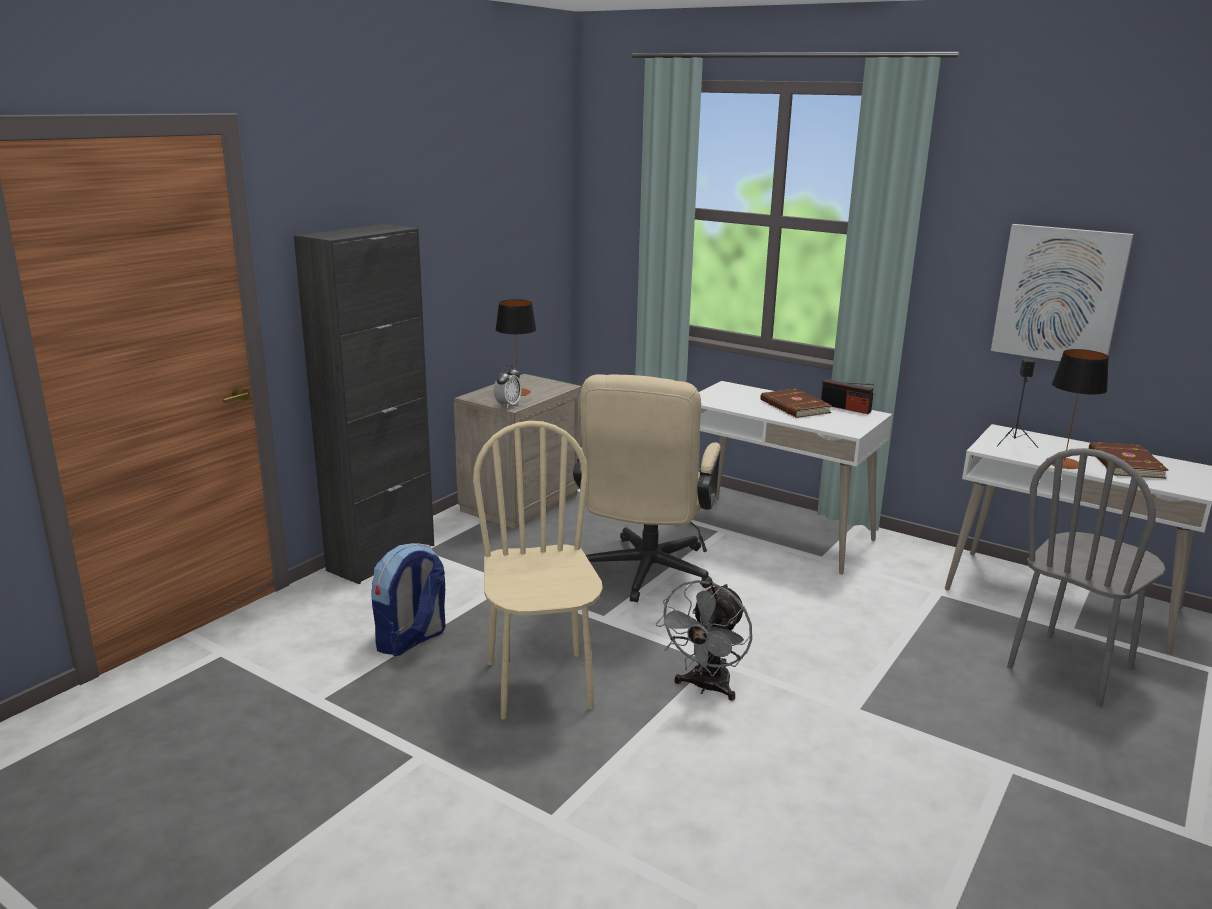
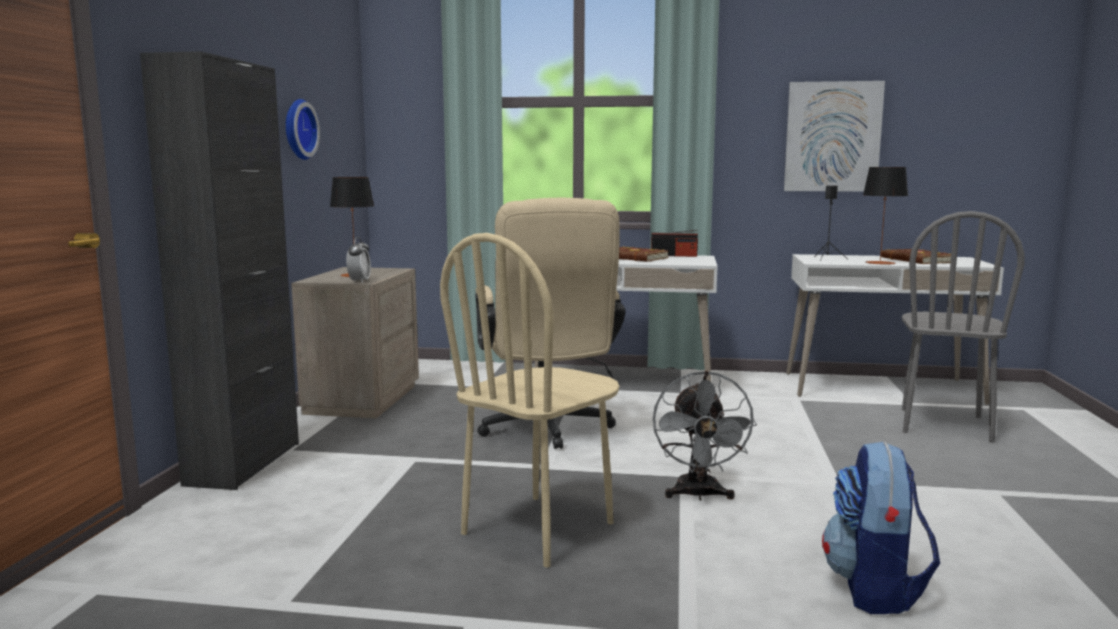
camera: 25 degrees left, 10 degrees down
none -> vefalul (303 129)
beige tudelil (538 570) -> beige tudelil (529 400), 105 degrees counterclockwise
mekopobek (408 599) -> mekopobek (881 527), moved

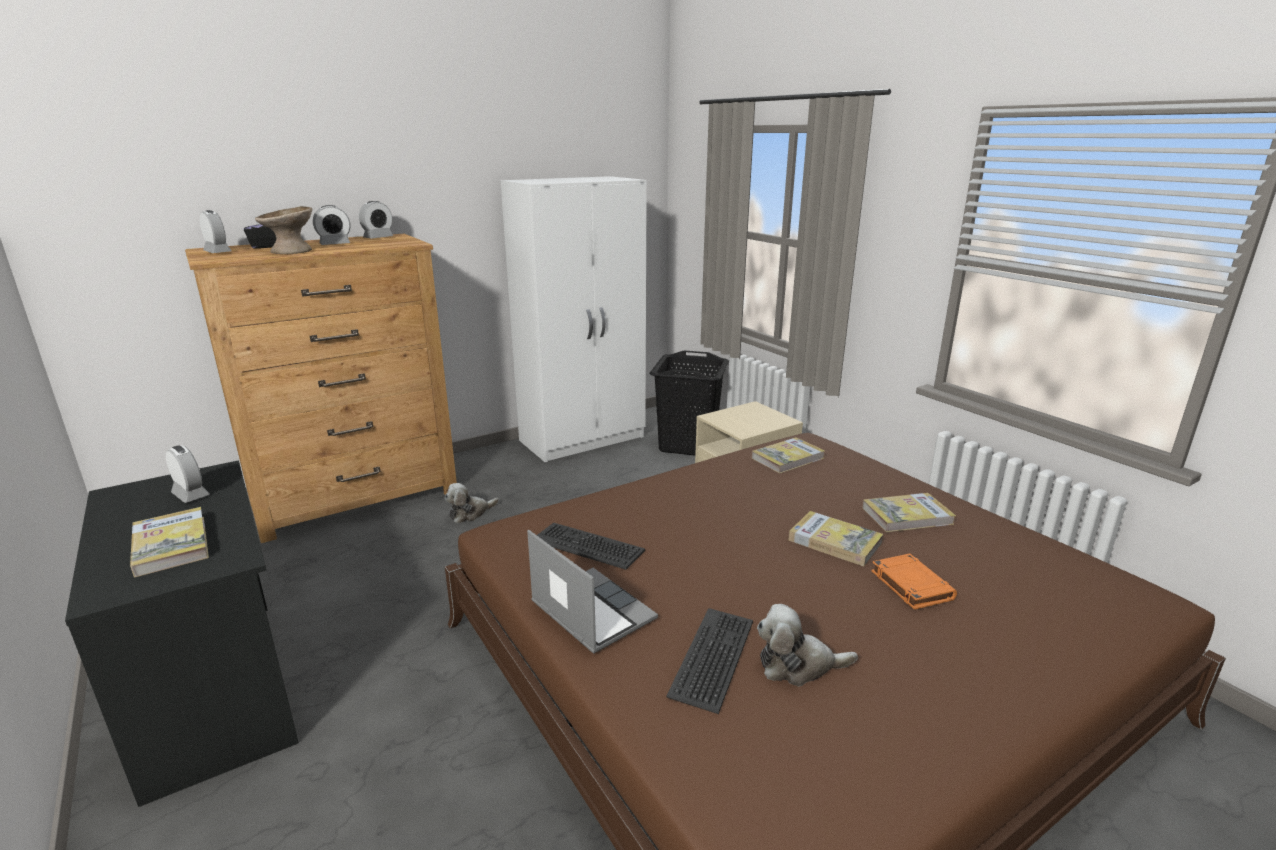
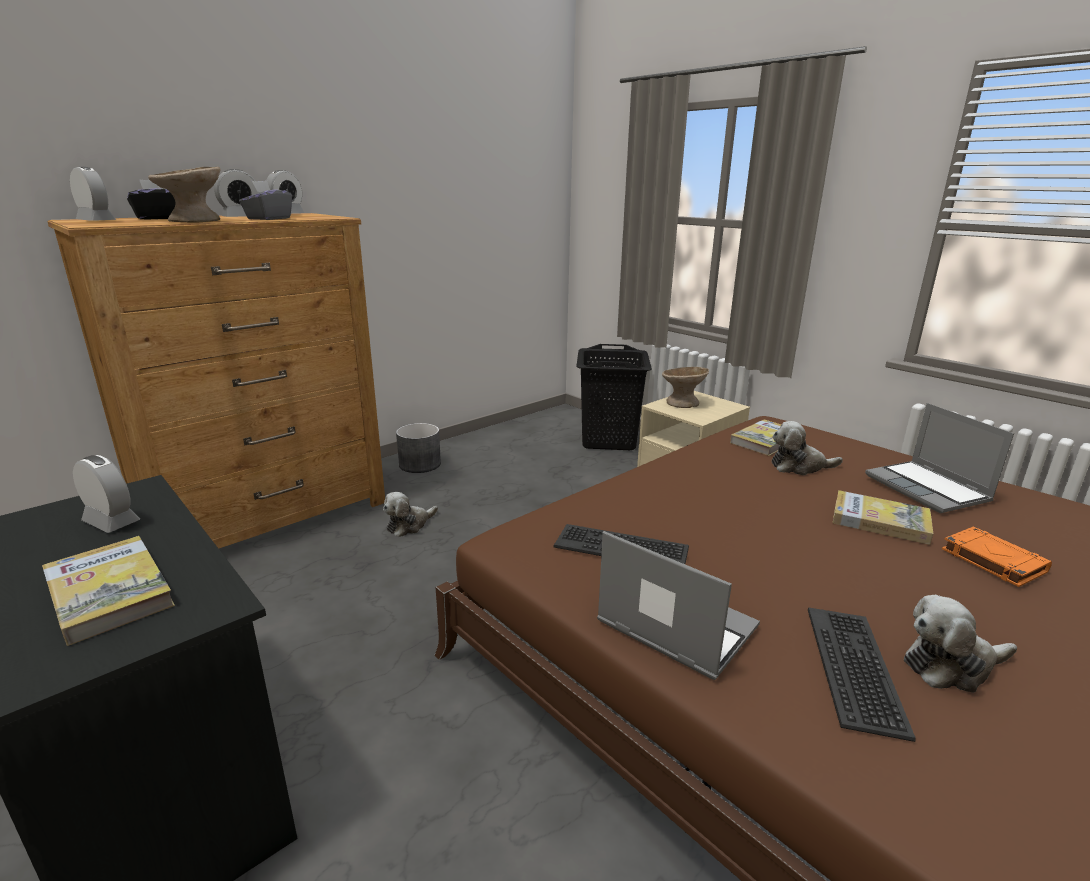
camera: 10 degrees left, 0 degrees up
none -> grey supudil (265 200)
none -> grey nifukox (418 448)
none -> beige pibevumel (685 387)
none -> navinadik (807 448)
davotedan (909 512) -> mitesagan (939 458)
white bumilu (574 319) -> none

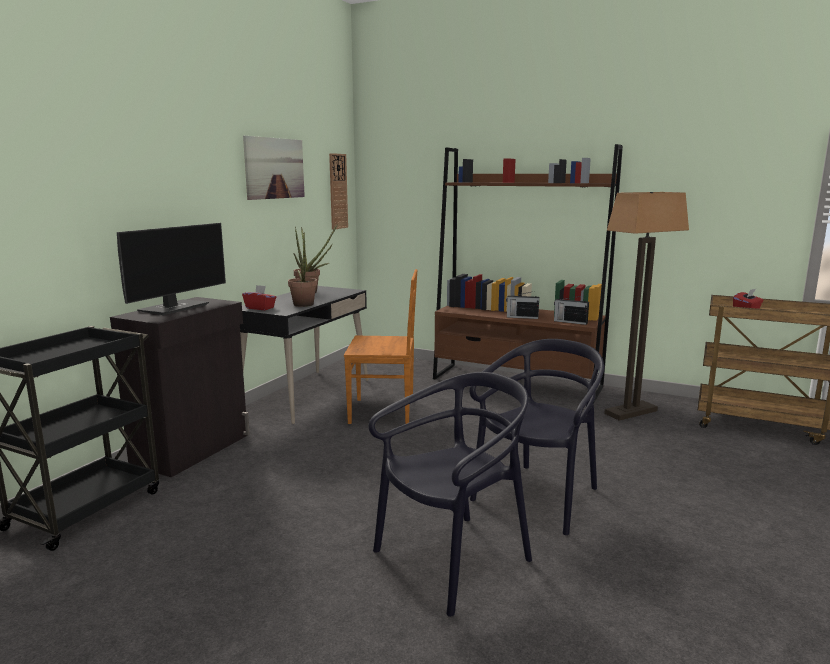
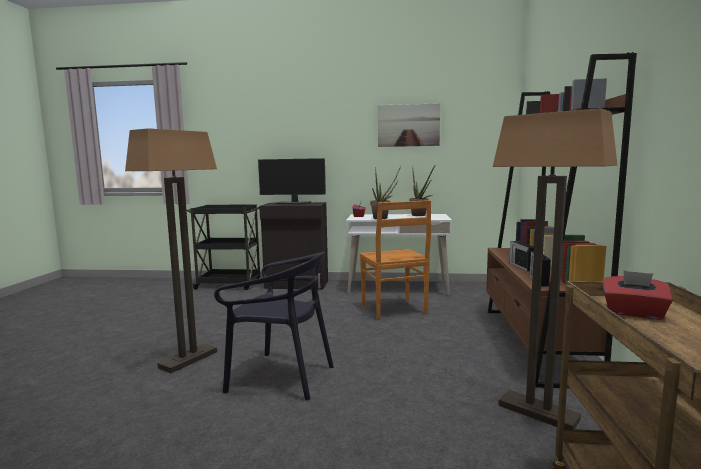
camera: 70 degrees right, 5 degrees down
black tudelil (450 494) -> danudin (171 250)
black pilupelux (304 355) -> white pilupelux (399 255)
vefalul (338 191) -> none

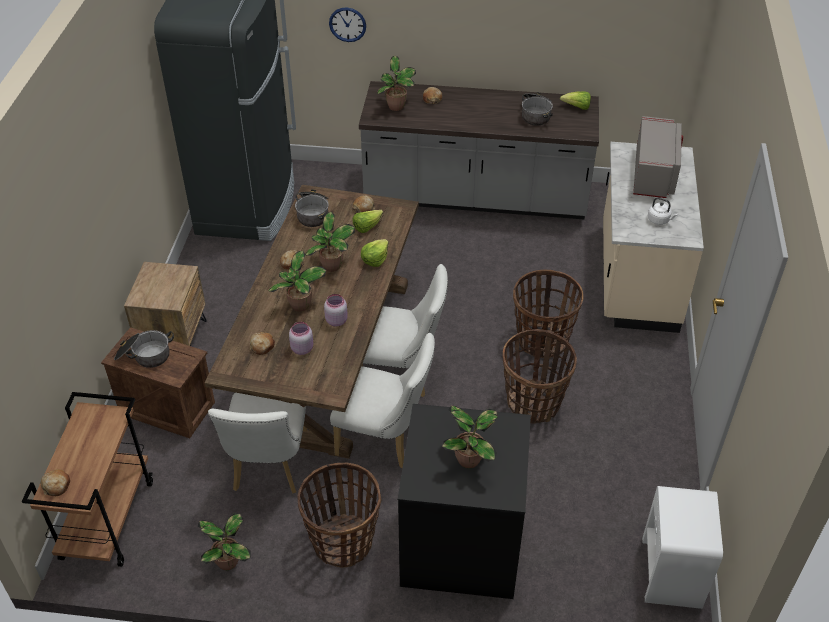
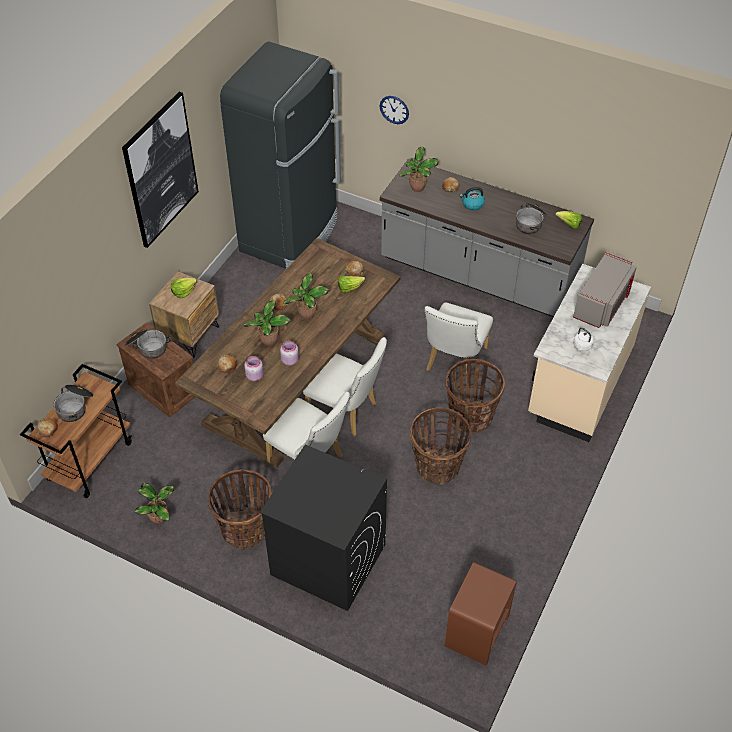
camera: 20 degrees right, 5 degrees up
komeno (312 208) -> komeno (73 403), moved
none -> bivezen (160 170)
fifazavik (375 253) -> fifazavik (184 288), moved
white tudelil (257 443) -> white tudelil (459 341), moved
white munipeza (682 547) -> brown munipeza (481 613)
none -> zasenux (472 198)
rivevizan (470 436) -> none

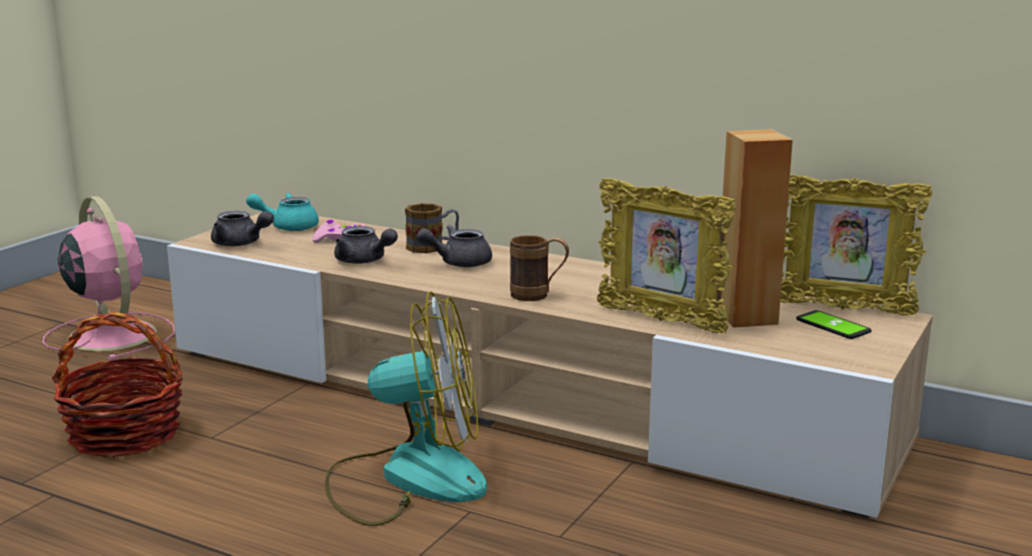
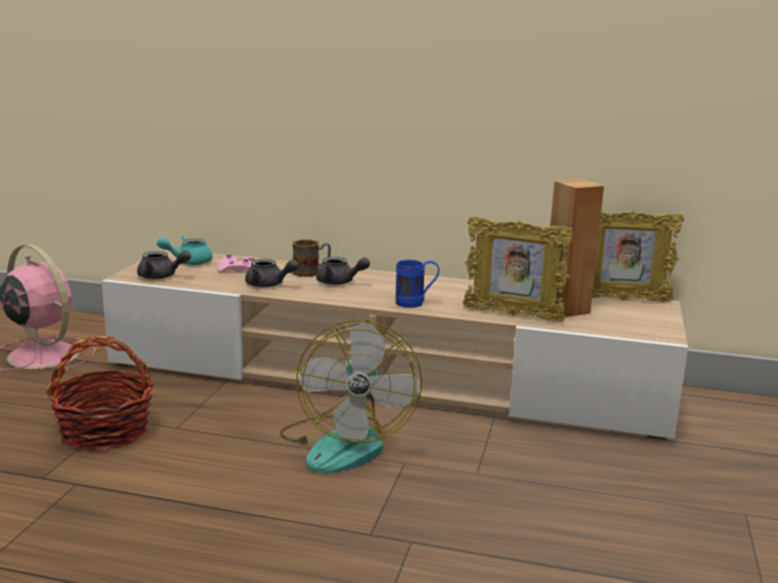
camera: 15 degrees left, 0 degrees up
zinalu (406 408) -> zinalu (351 396), 105 degrees clockwise
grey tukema (454 246) -> grey tukema (343 271), 120 degrees counterclockwise
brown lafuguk (539 268) -> blue lafuguk (417 284)
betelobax (833 324) -> none

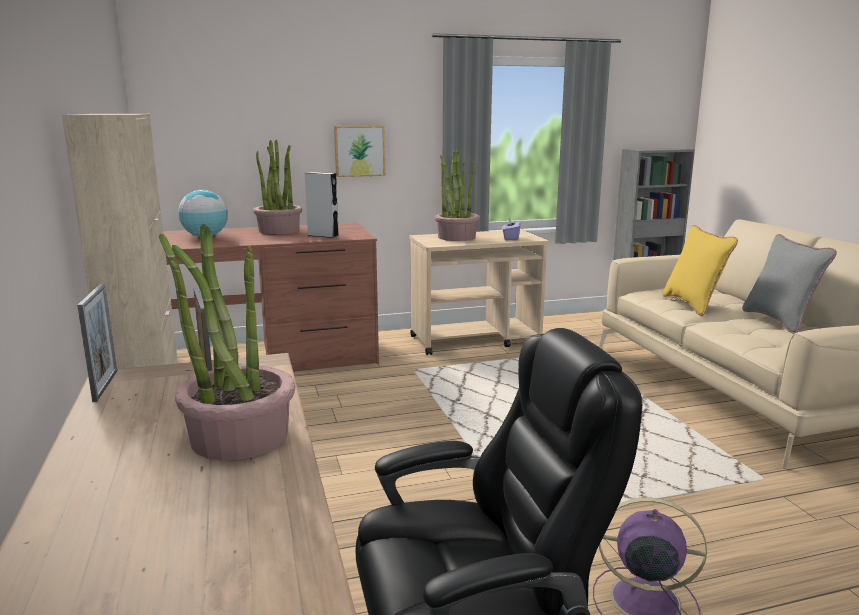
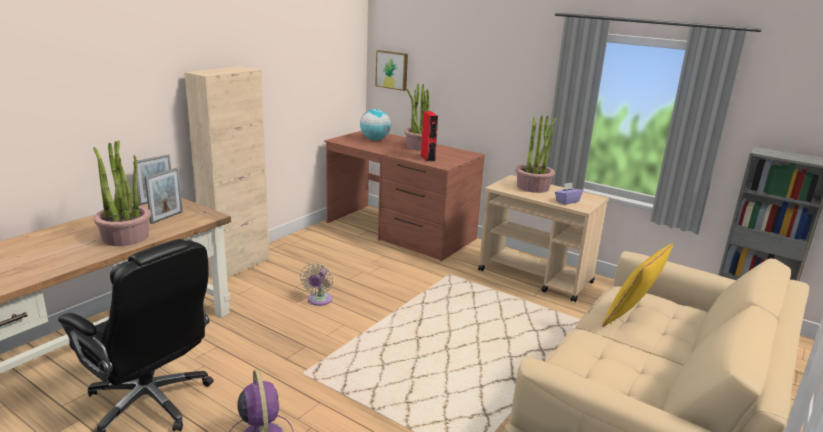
camera: 50 degrees right, 5 degrees up
none -> beige zinalu (316 284)
bivezen (359 151) -> bivezen (391 70), moved
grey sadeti (322 205) -> red sadeti (429 136)
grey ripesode (789 284) -> none

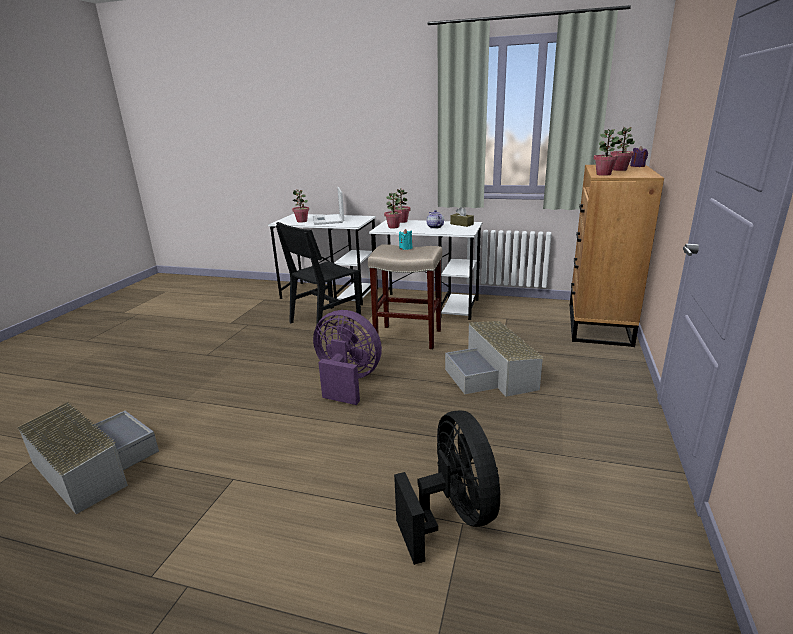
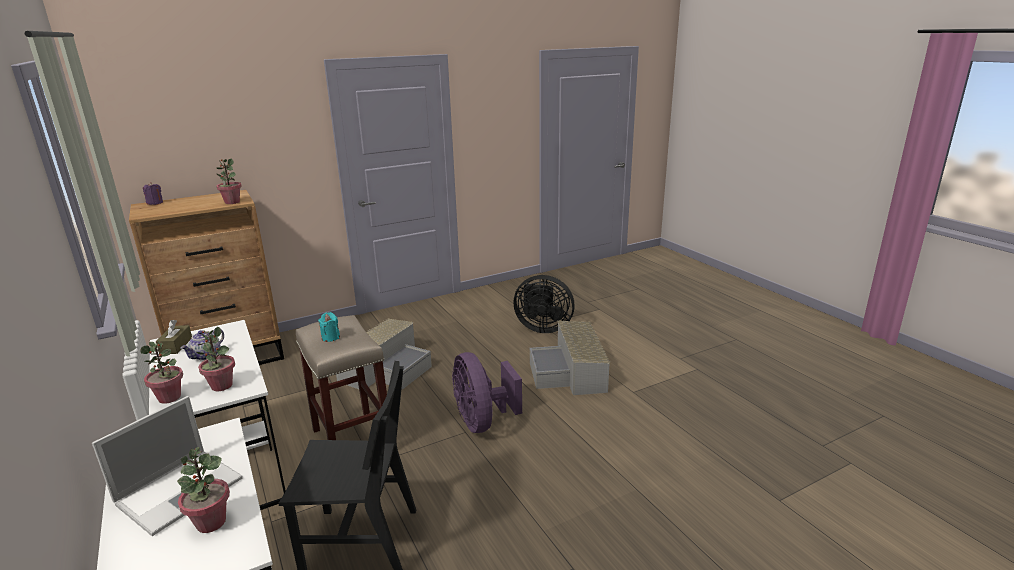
camera: 135 degrees left, 0 degrees up
black zinalu (447 487) -> black zinalu (544 304), 105 degrees counterclockwise
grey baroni (88 458) -> grey baroni (570 358), moved
rivevizan (622 149) -> none

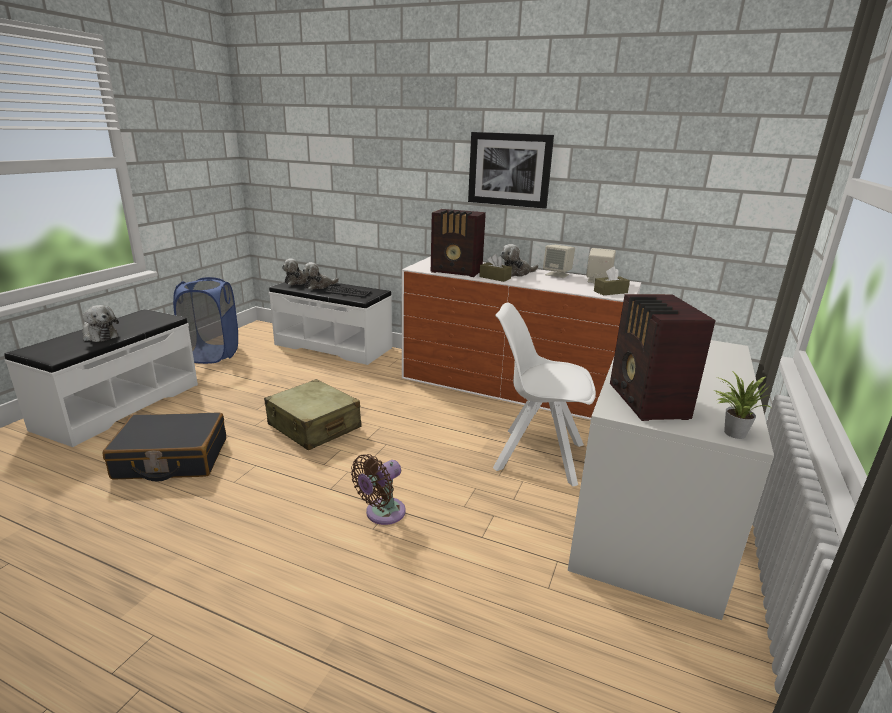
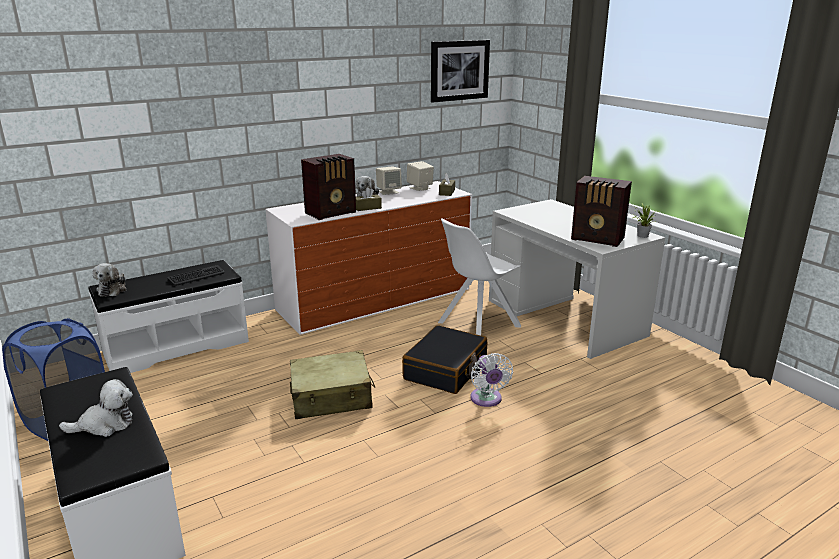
camera: 55 degrees left, 0 degrees up
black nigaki (164 447) -> black nigaki (444 359), moved
bivezen (511 170) -> bivezen (460 71), moved
brown zinalu (378 489) -> white zinalu (491 380)
navinadik (320 276) -> none

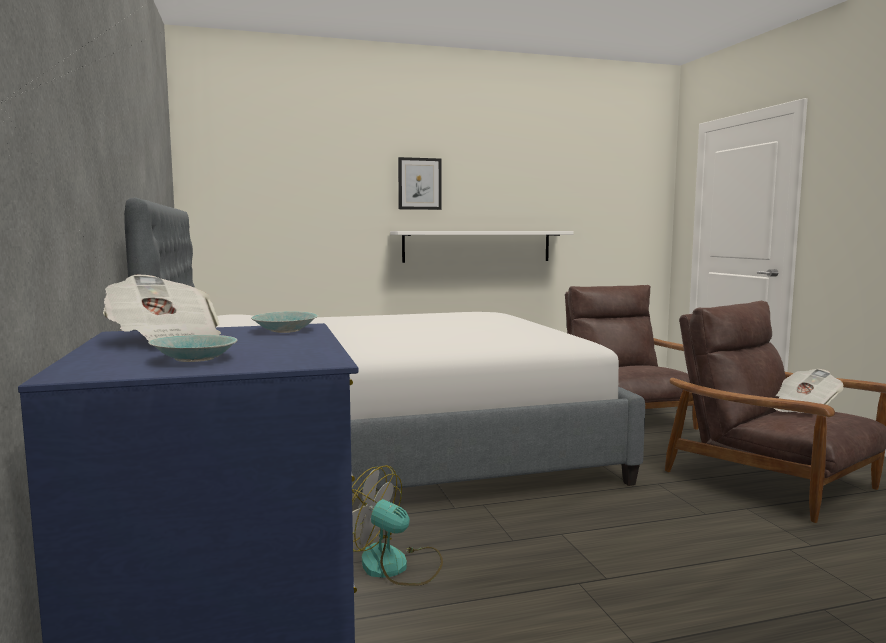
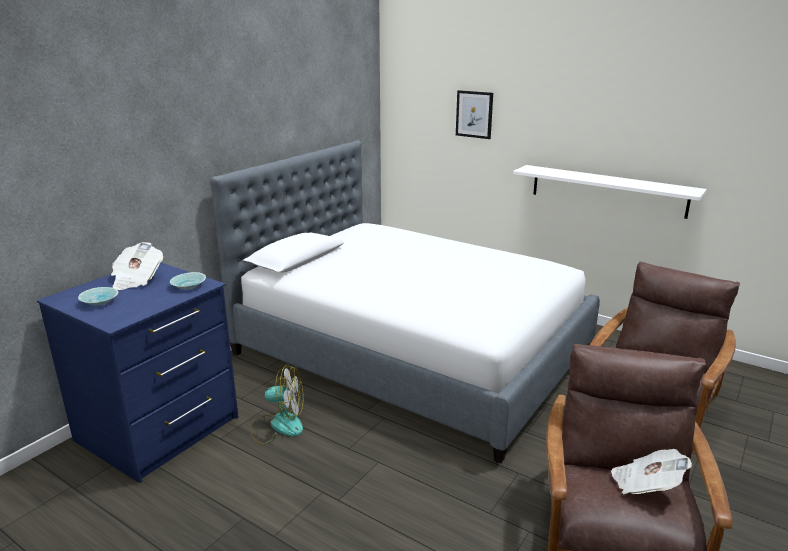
camera: 50 degrees right, 15 degrees up
zinalu (397 525) -> zinalu (277 405), 105 degrees clockwise
bivezen (420 183) -> bivezen (474 114), moved

